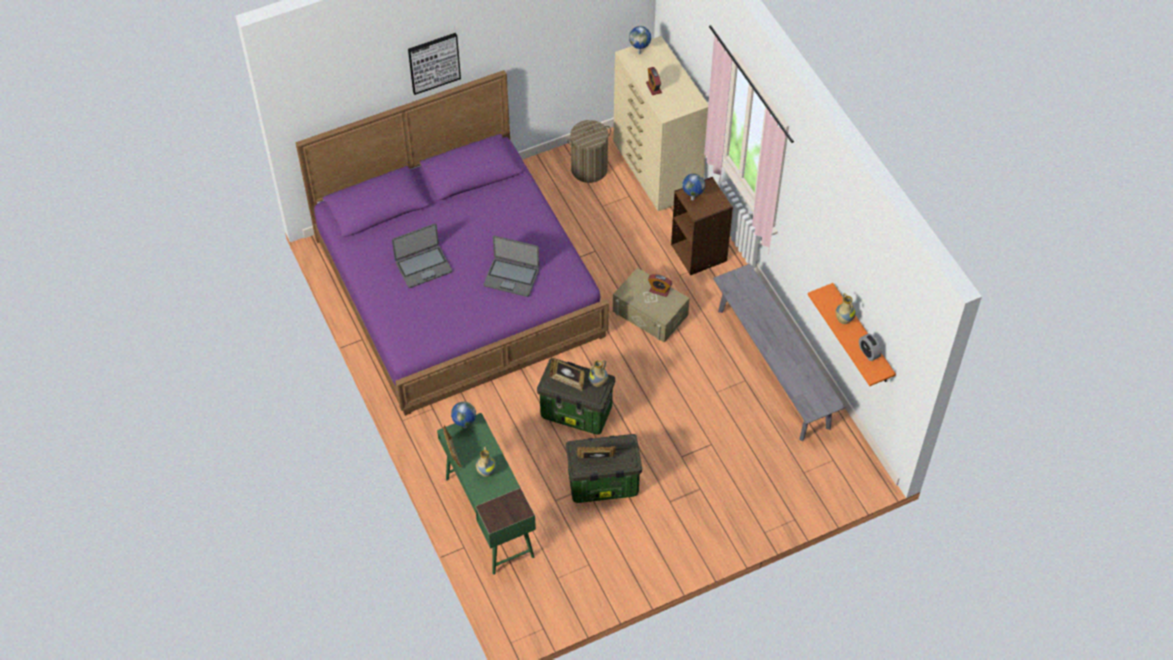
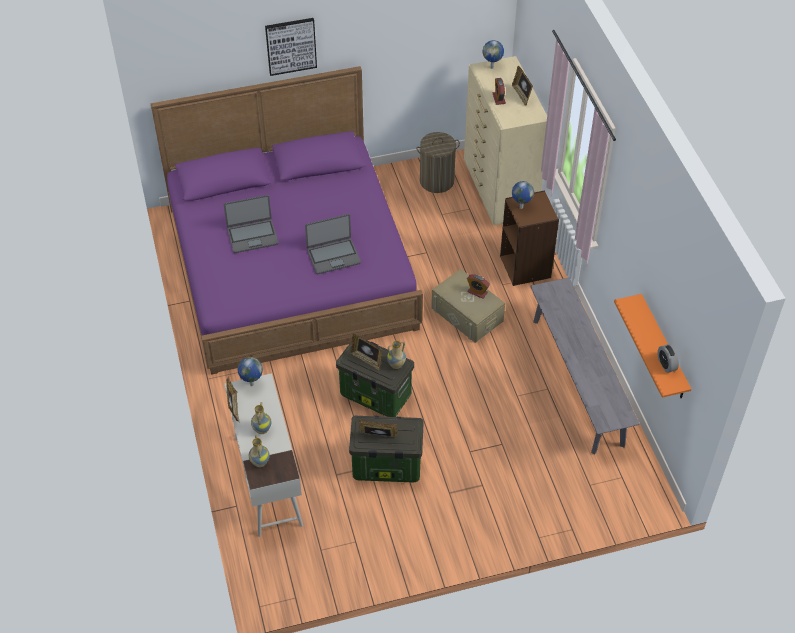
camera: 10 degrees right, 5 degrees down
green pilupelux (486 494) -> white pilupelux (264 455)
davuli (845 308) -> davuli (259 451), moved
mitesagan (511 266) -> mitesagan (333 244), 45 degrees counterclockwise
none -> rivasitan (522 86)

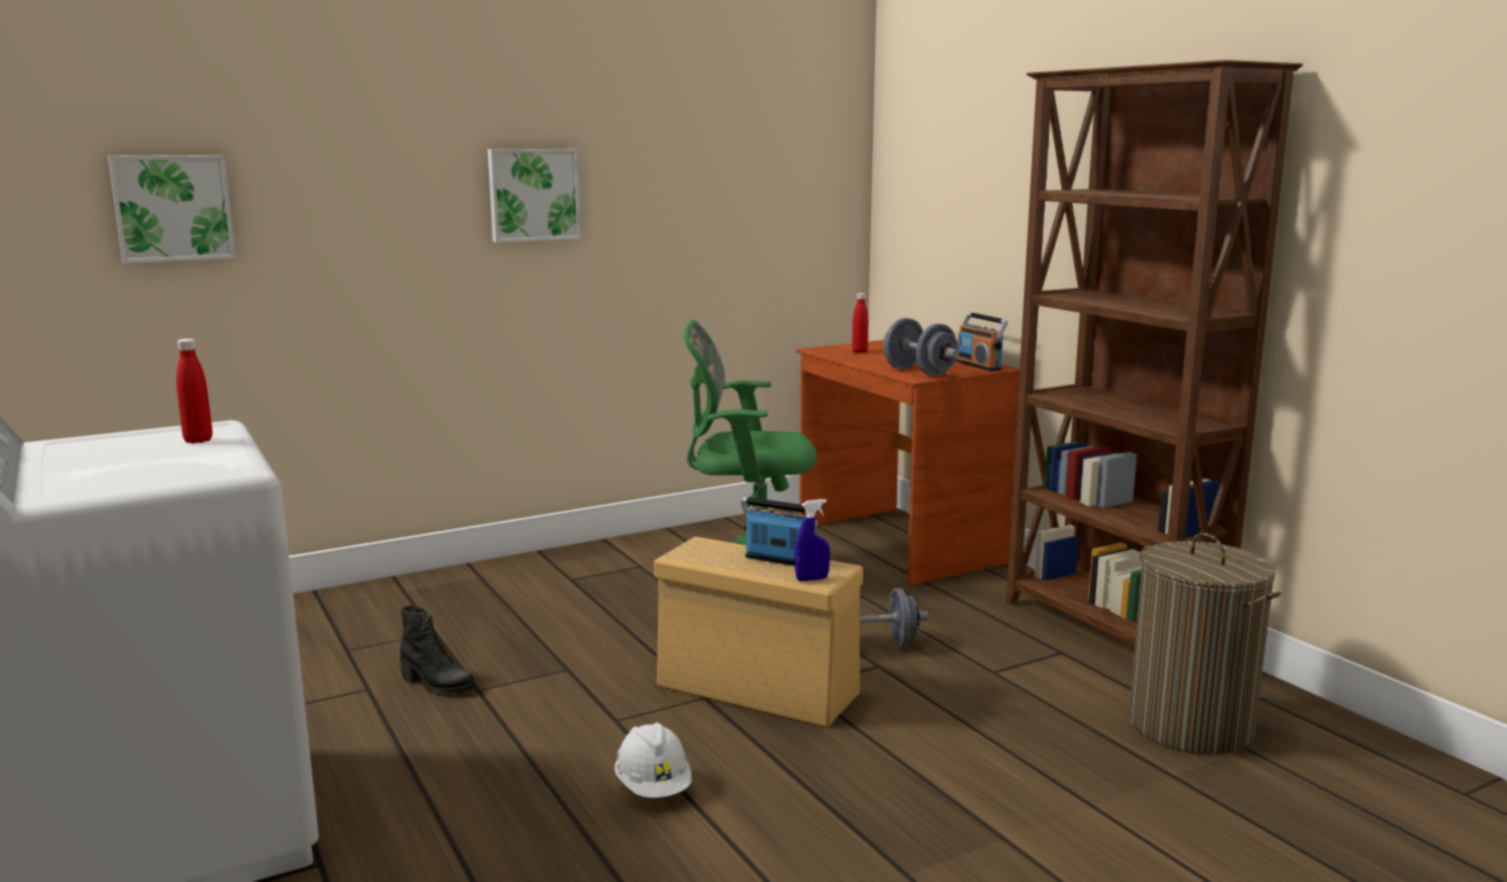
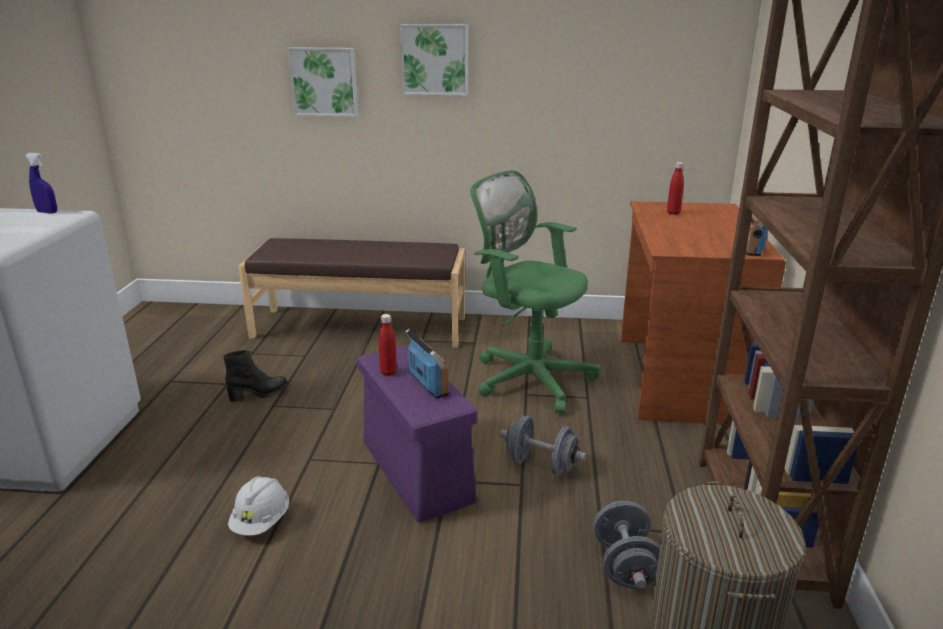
camera: 35 degrees right, 10 degrees up
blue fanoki (812 540) -> blue fanoki (41 183), moved
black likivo (438 650) -> black likivo (255 376), 90 degrees counterclockwise
none -> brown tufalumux (351 293)
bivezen (172 209) -> bivezen (323 82), moved
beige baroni (758 632) -> purple baroni (417 434)
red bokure (195 391) -> red bokure (387 345), moved
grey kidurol (920 347) -> grey kidurol (626 545), moved

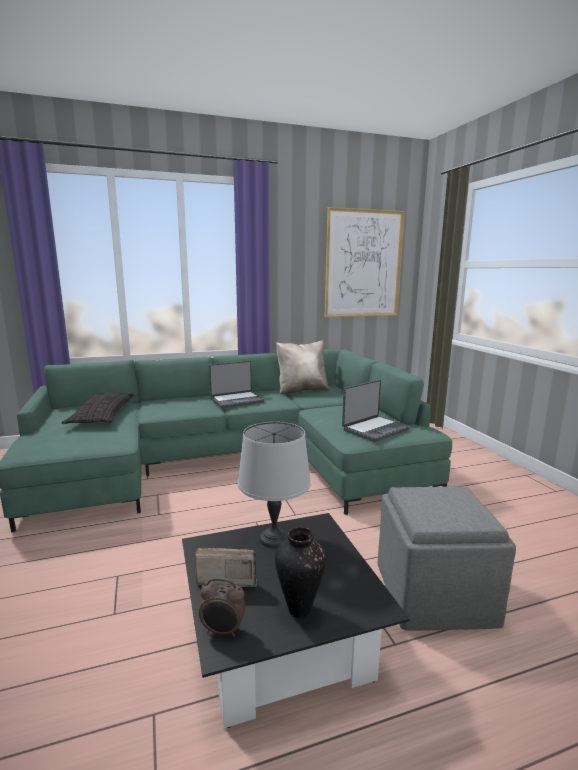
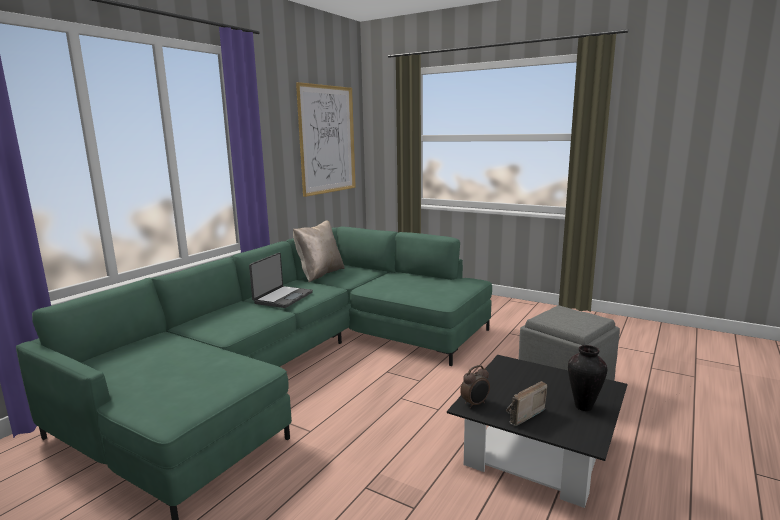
camera: 40 degrees left, 0 degrees up
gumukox (222 607) -> gumukox (475 386), moved
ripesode (98 408) -> none
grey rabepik (274 485) -> none
mitesagan (376 411) -> none

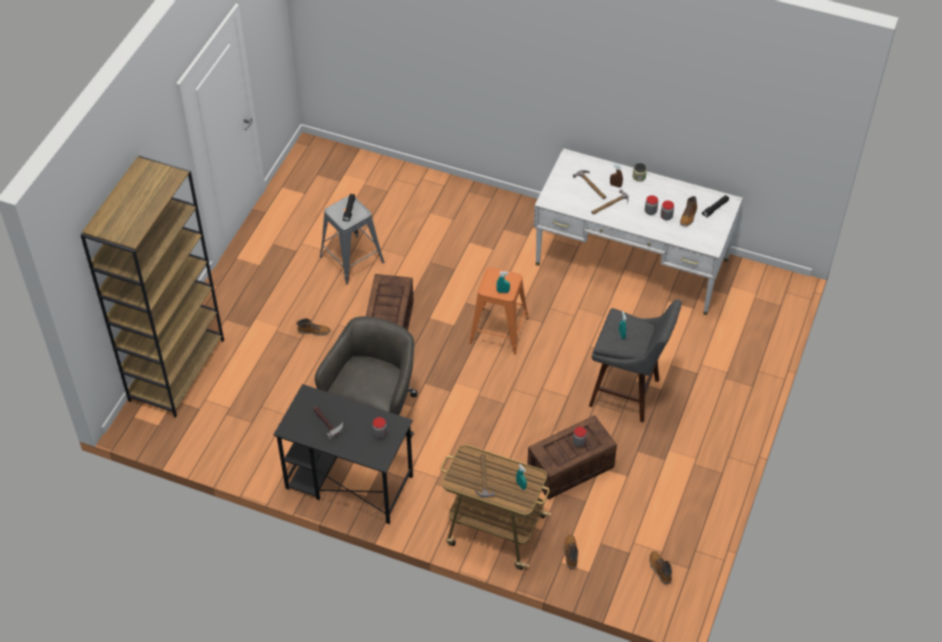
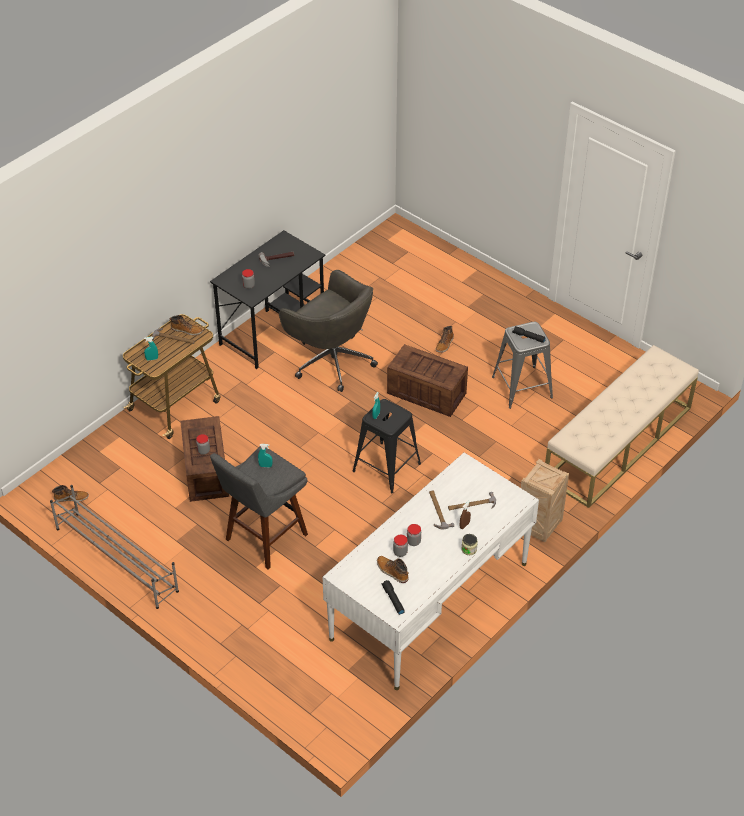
camera: 110 degrees right, 5 degrees down
none -> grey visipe (114 547)
likivo (570 552) -> likivo (186 325), moved
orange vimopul (499 310) -> black vimopul (387 446)
none -> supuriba (545 500)
none -> beige tufalumux (622 426)
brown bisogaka (152 287) -> none

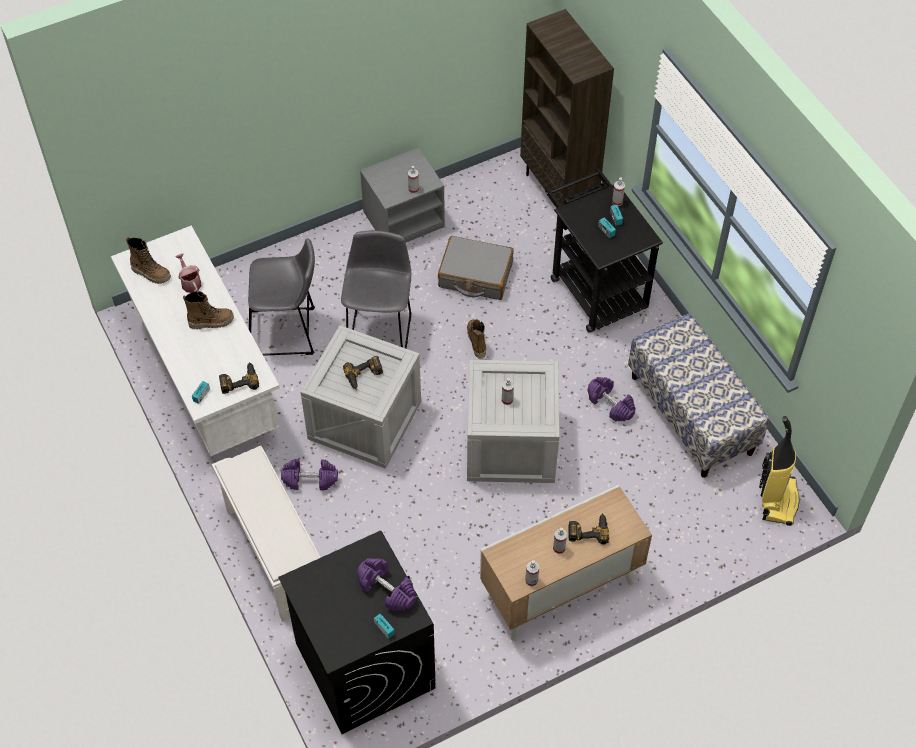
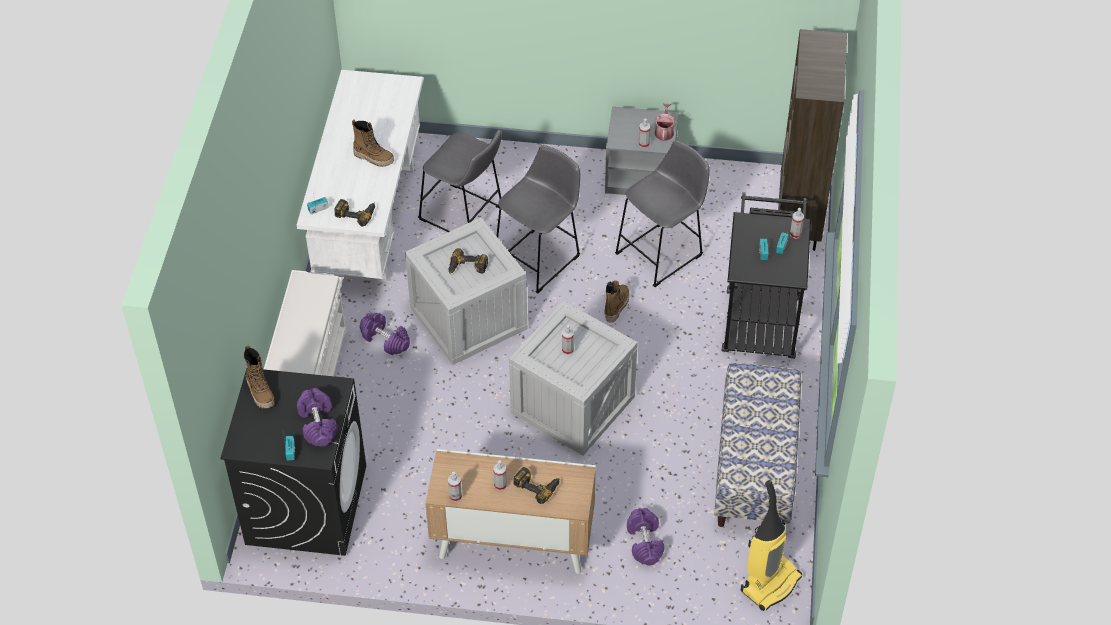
camera: 35 degrees right, 5 degrees down
likivo (148 260) -> likivo (259 376), moved
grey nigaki (476 268) -> grey vimopul (662 213)
purple kidurol (611 399) -> purple kidurol (645 537), moved
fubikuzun (188 273) -> fubikuzun (665 122), moved

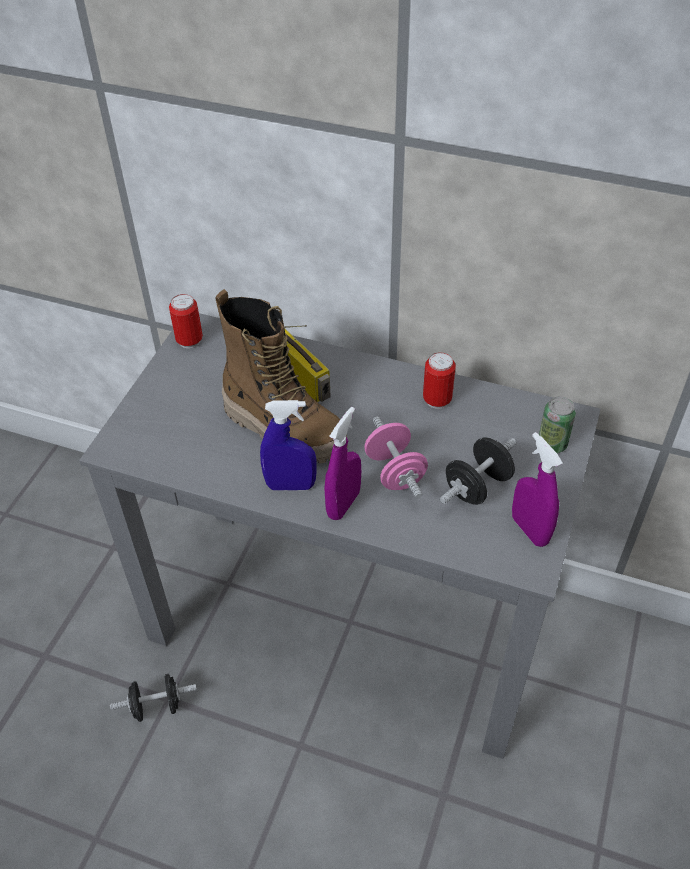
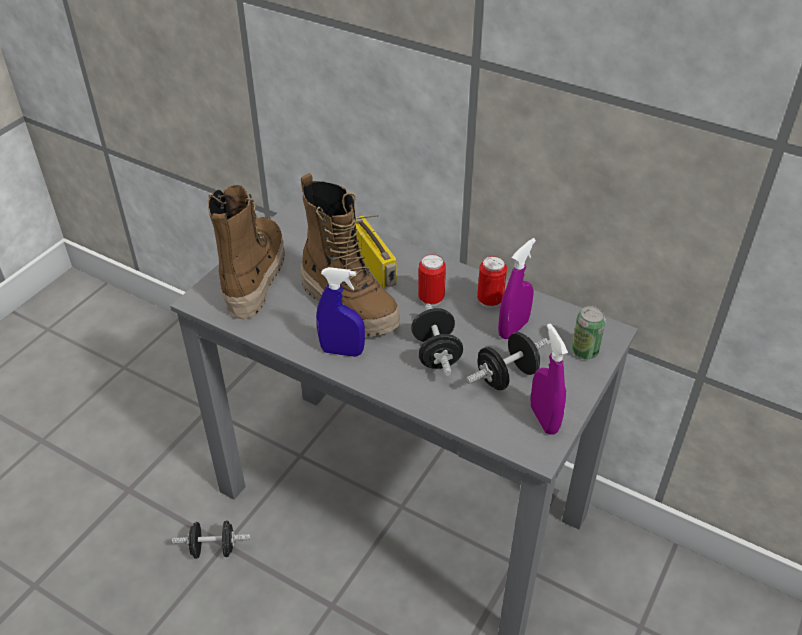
camera: 10 degrees right, 5 degrees down
none -> likivo (246 252)
pink kidurol (396 457) -> black kidurol (437 340)
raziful (186 321) -> raziful (432 280), moved
purple fanoki (342 463) -> purple fanoki (517 288), moved

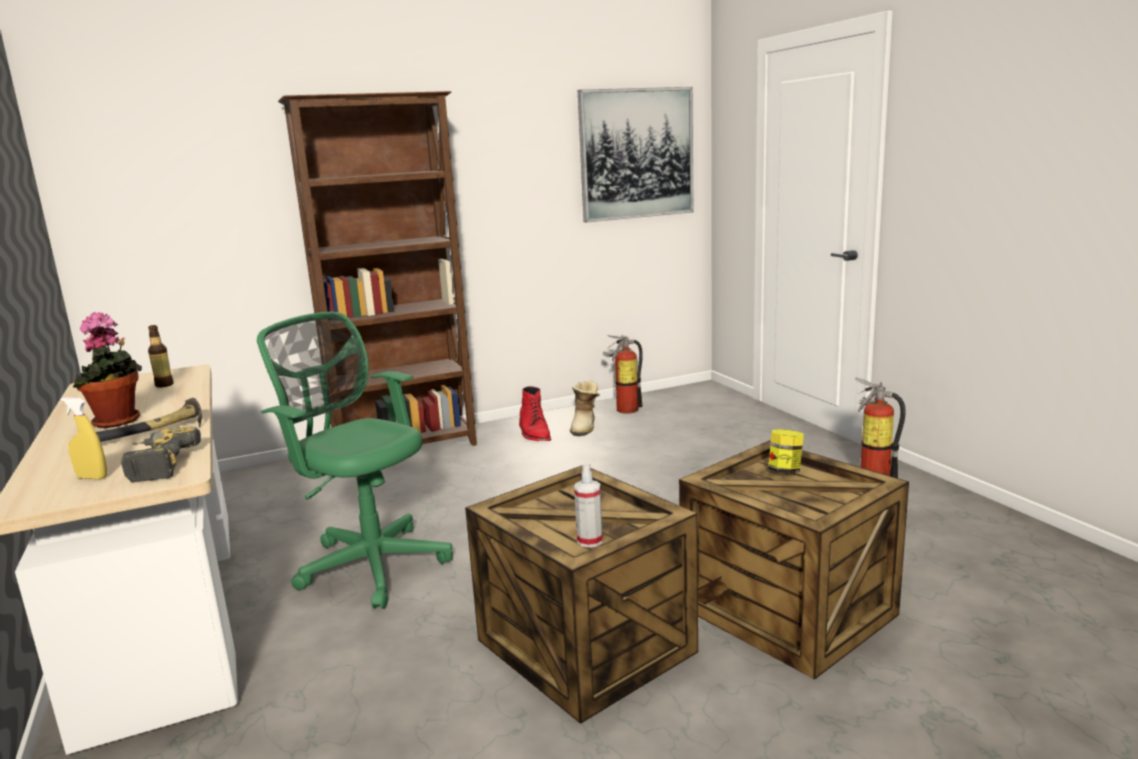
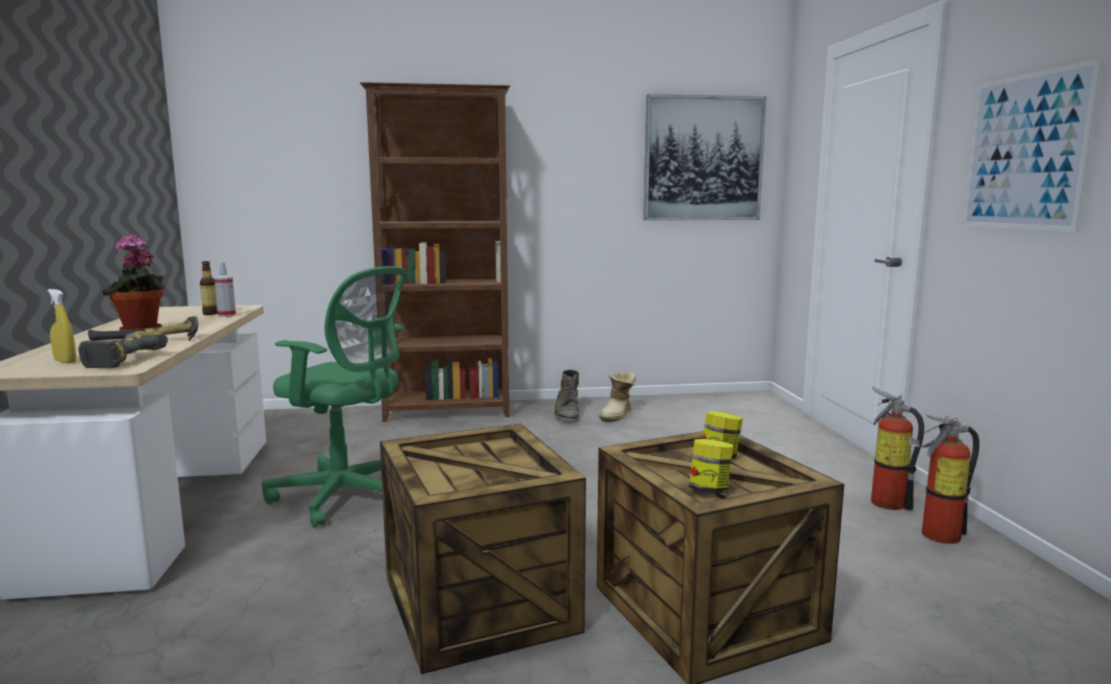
camera: 15 degrees right, 5 degrees down
fanoki (588 505) -> fanoki (225 289), moved
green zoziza (355 460) -> green zoziza (335 397), 150 degrees clockwise
red likivo (535 413) -> green likivo (566 396)
none -> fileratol (711 466)
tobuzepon (623 374) -> tobuzepon (944 479), moved
none -> bivezen (1032 145)

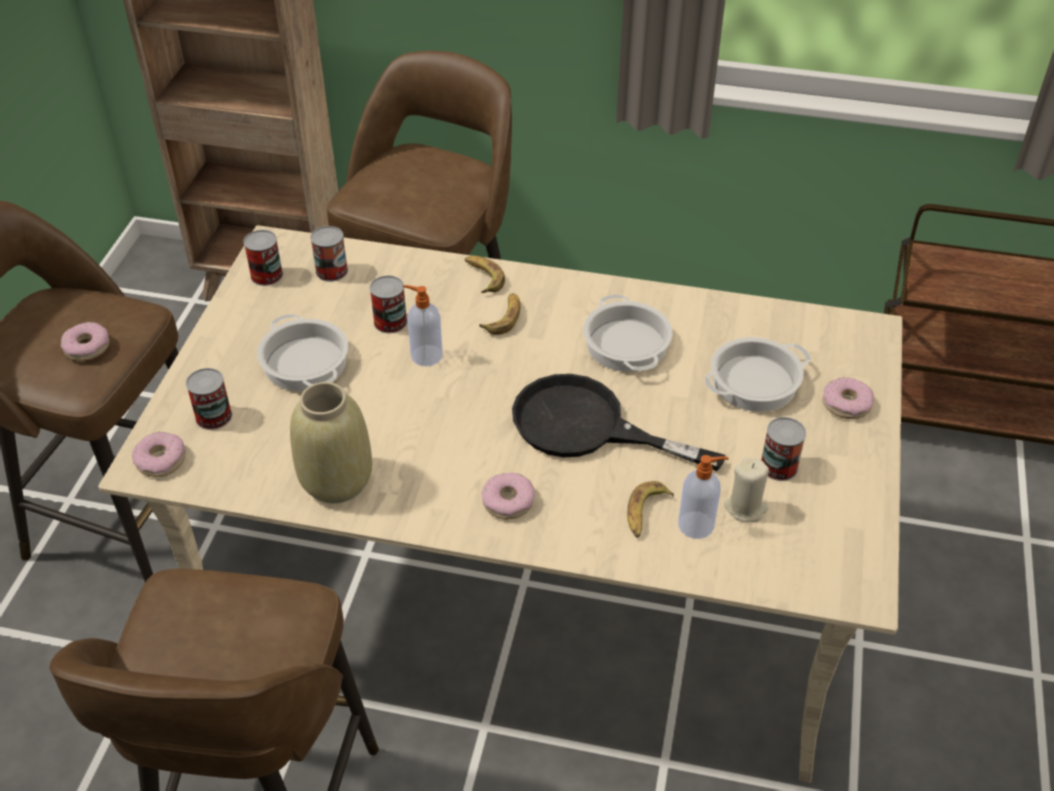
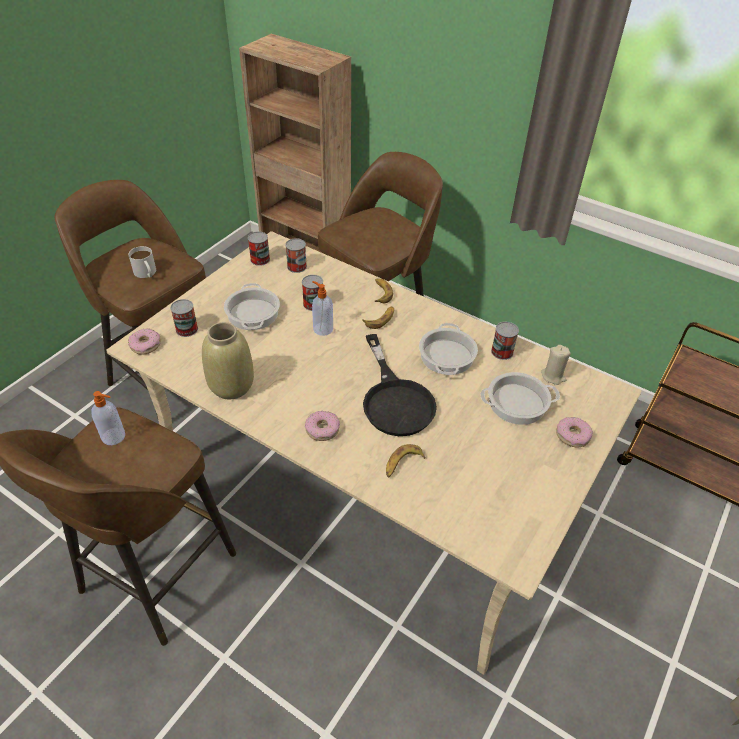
camera: 20 degrees right, 0 degrees up
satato (703 497) -> satato (108 418), moved
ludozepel (85 341) -> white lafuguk (142 262)
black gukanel (618 422) -> black gukanel (400 385), 150 degrees counterclockwise
raziful (783 449) -> raziful (505 341), moved
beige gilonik (746 490) -> beige gilonik (556 365), moved

